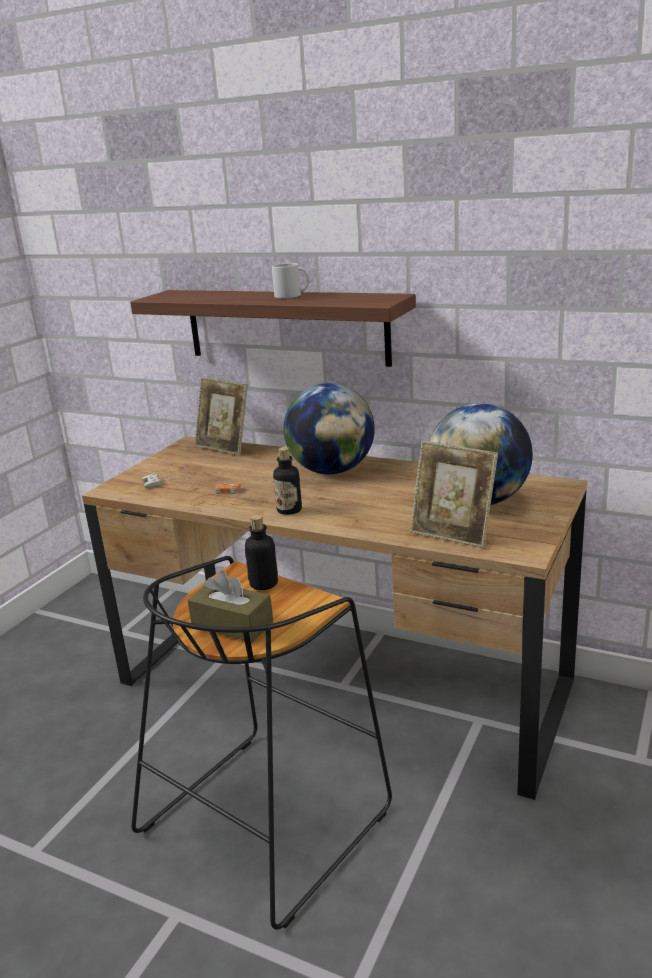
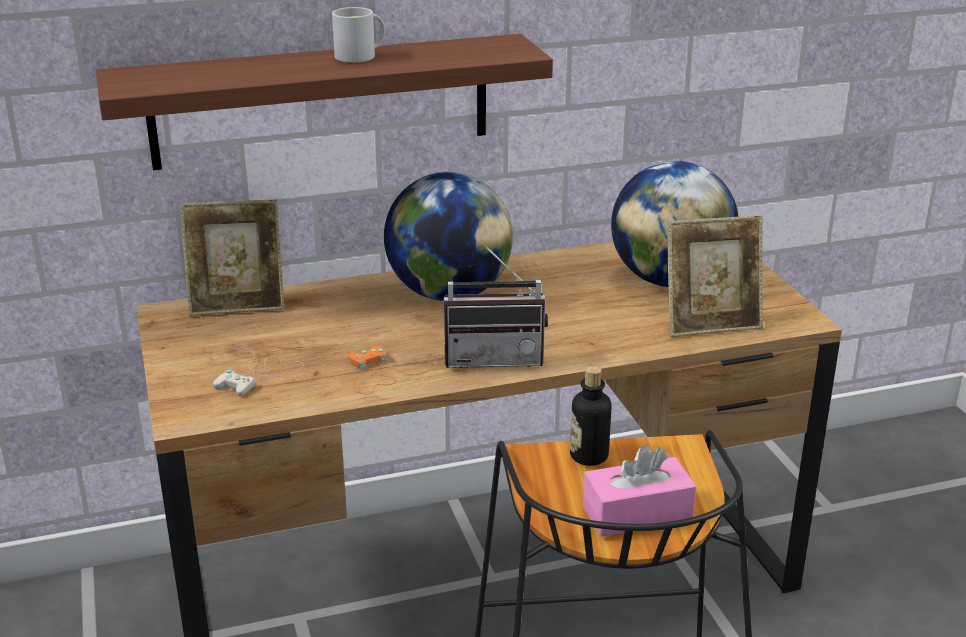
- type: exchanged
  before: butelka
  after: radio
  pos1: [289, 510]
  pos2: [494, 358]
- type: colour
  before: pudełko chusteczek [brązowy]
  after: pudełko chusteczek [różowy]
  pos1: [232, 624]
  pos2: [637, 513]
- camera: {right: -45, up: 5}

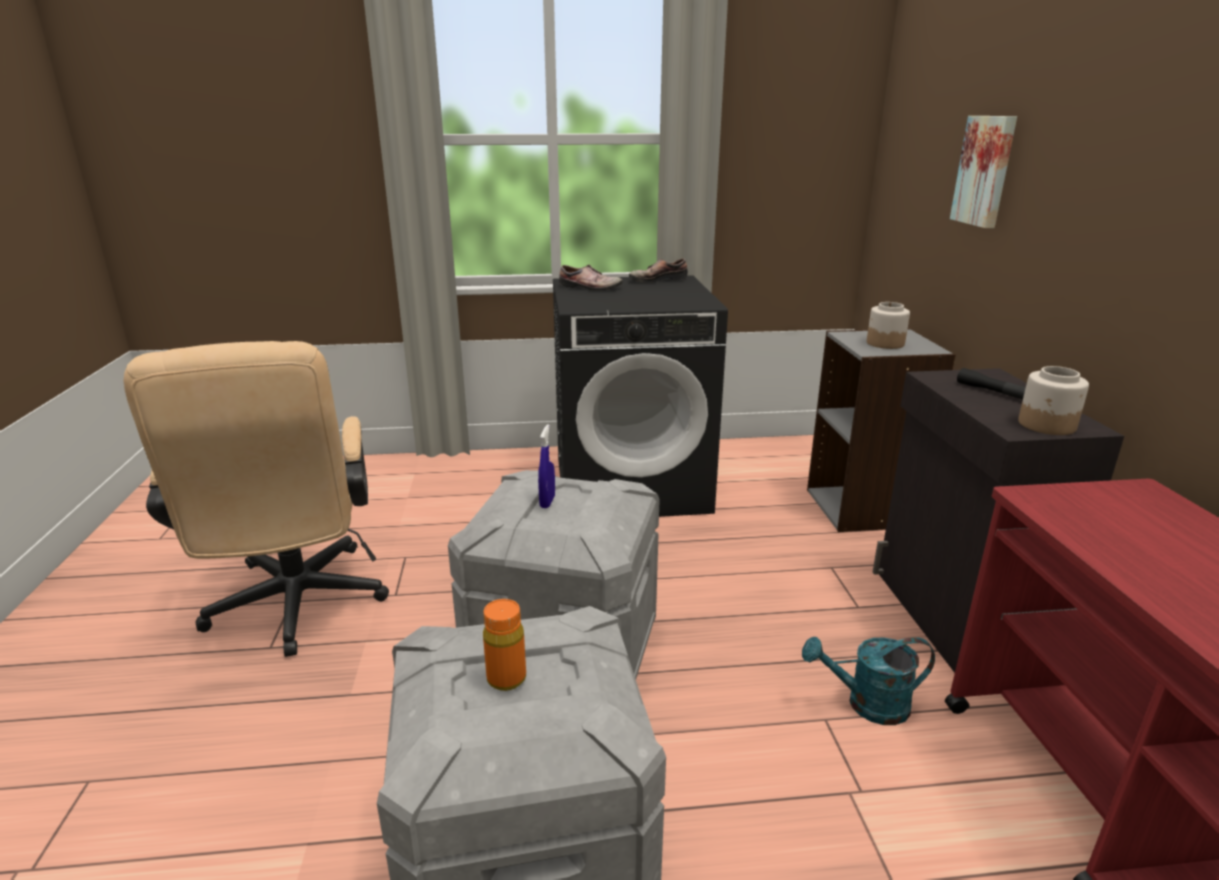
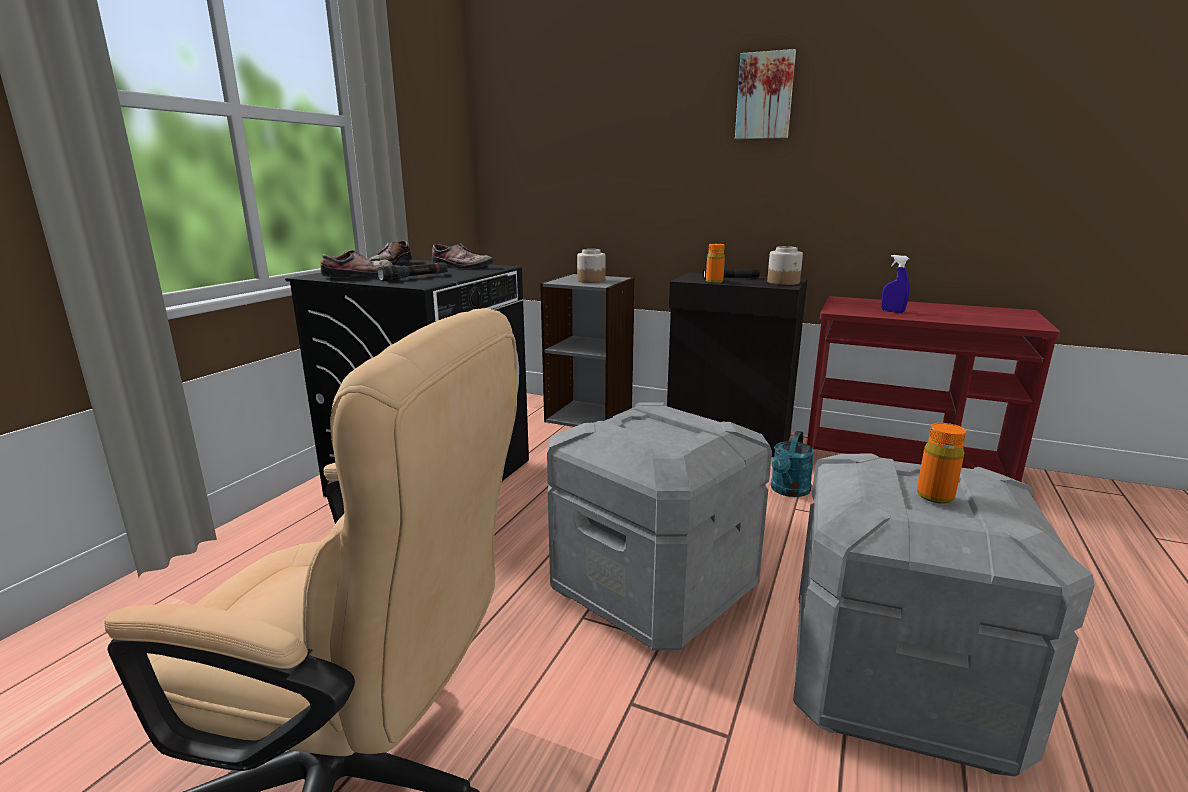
- type: relocated
  before: obraz
  pos1: [985, 171]
  pos2: [765, 96]
- type: relocated
  before: spryskiwacz [niebieski]
  pos1: [547, 502]
  pos2: [892, 311]
- type: appeared
  after: but
  pos2: [461, 267]
- type: appeared
  after: butelka [pomarańczowy]
  pos2: [714, 282]
- type: appeared
  after: latarka [czarny]
  pos2: [414, 277]
- camera: {right: -60, up: -5}

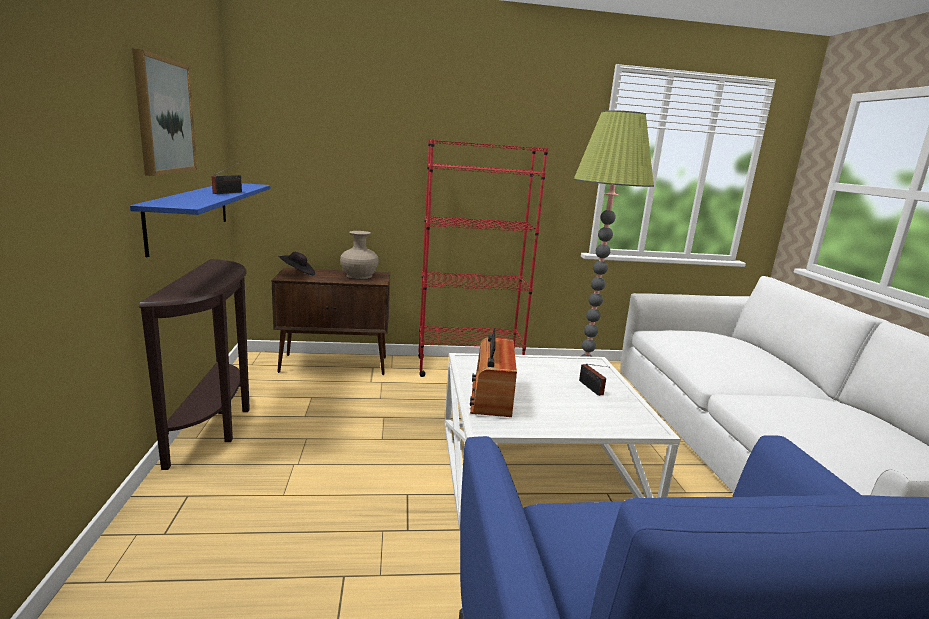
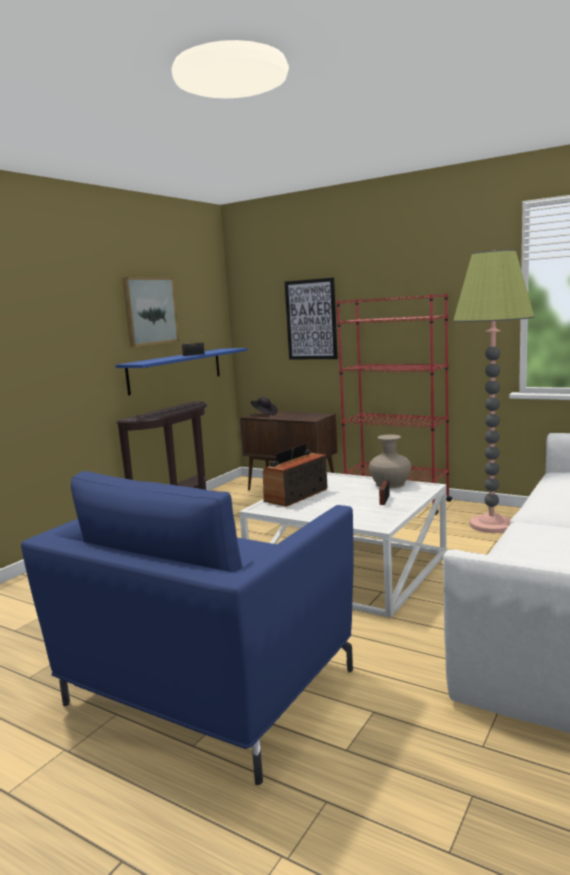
- type: relocated
  before: wazon [beżowy]
  pos1: [359, 275]
  pos2: [390, 484]
- type: appeared
  after: obraz
  pos2: [311, 319]
- camera: {right: 40, up: -5}

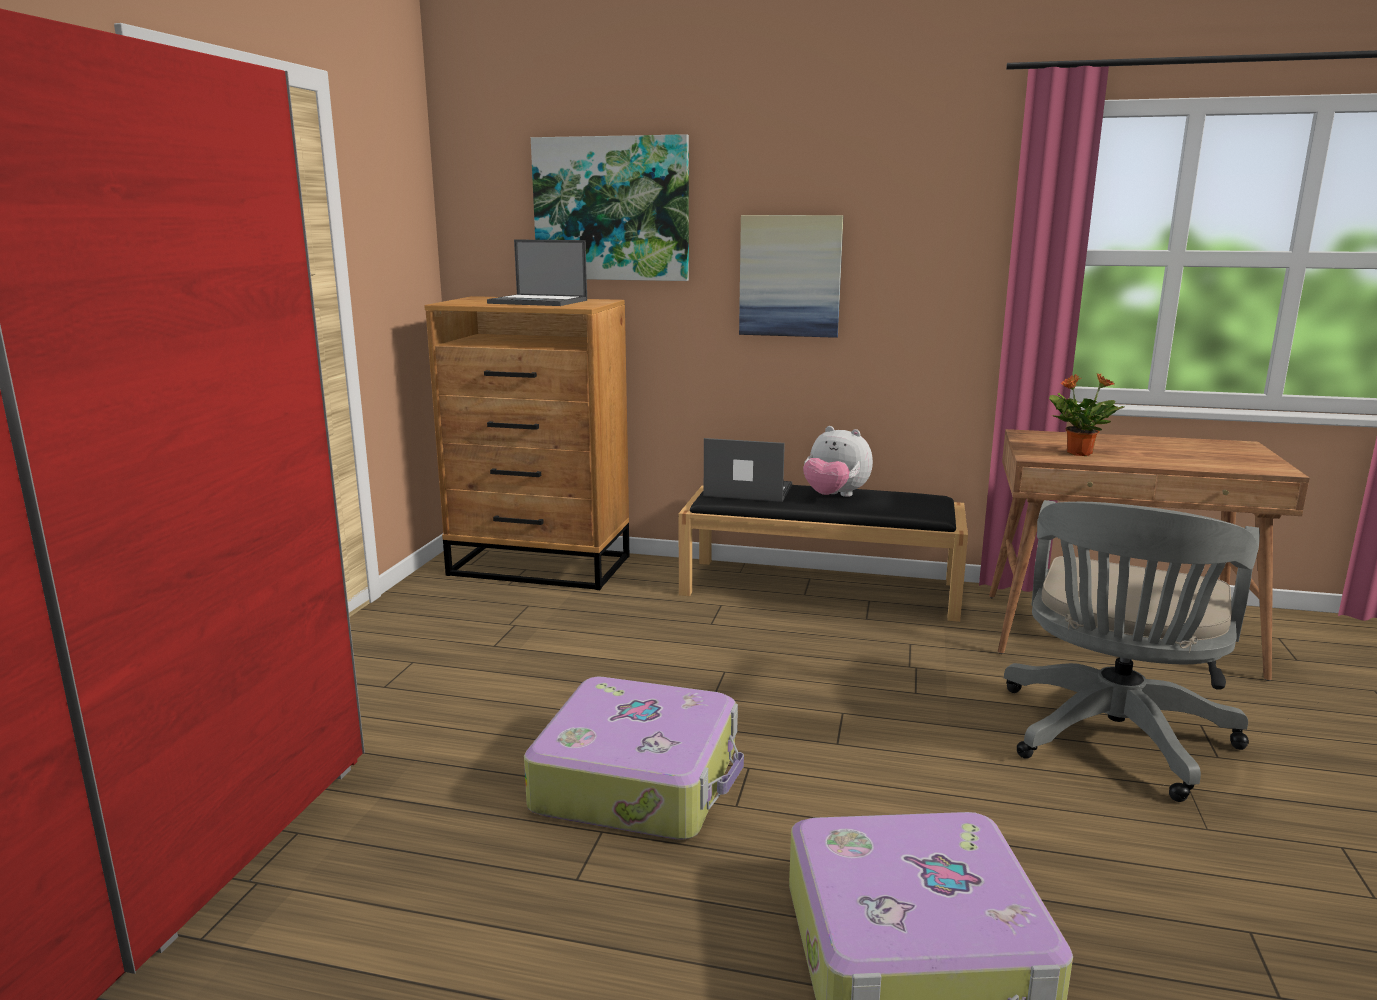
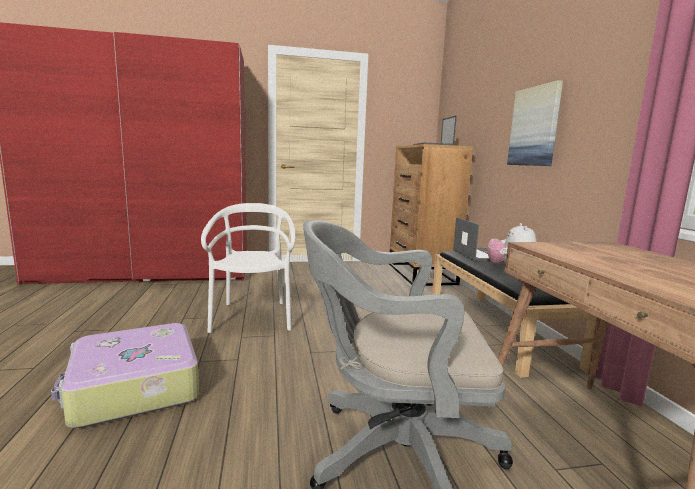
- type: missing
  before: obraz
  pos1: [611, 209]
- type: missing
  before: roślina doniczkowa
  pos1: [1078, 453]
- type: exchanged
  before: walizka
  after: krzesło [biały]
  pos1: [639, 780]
  pos2: [252, 317]
- camera: {right: 65, up: -5}

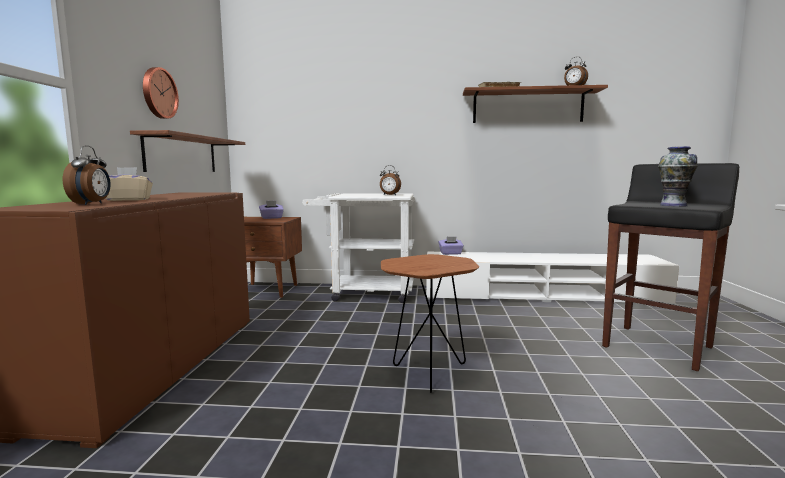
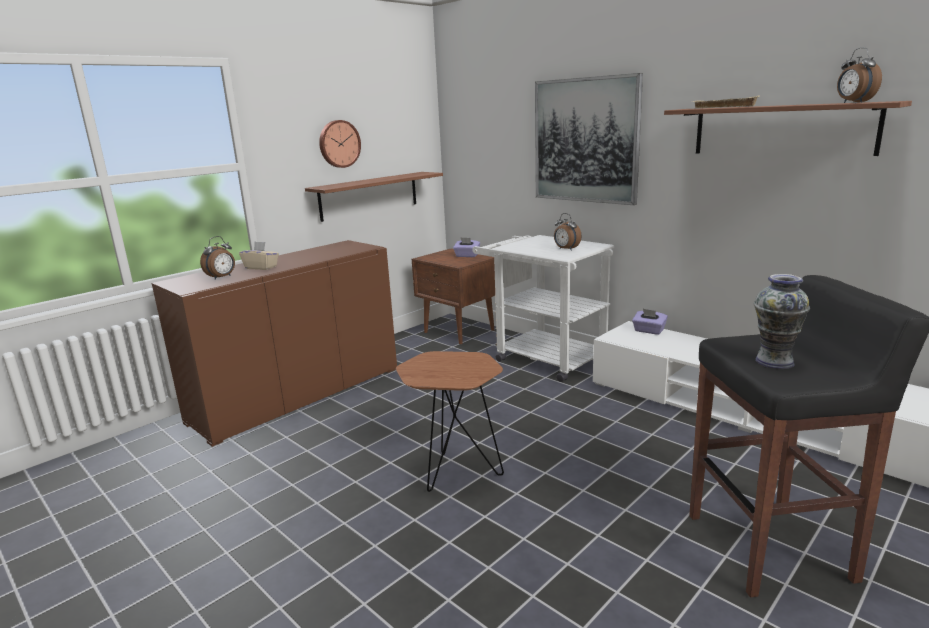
- type: appeared
  after: obraz
  pos2: [585, 140]
- camera: {right: 40, up: 10}

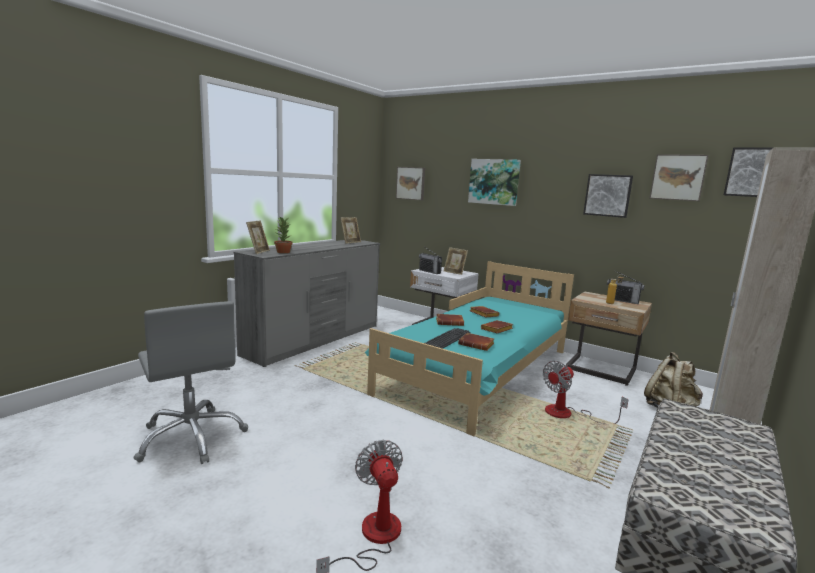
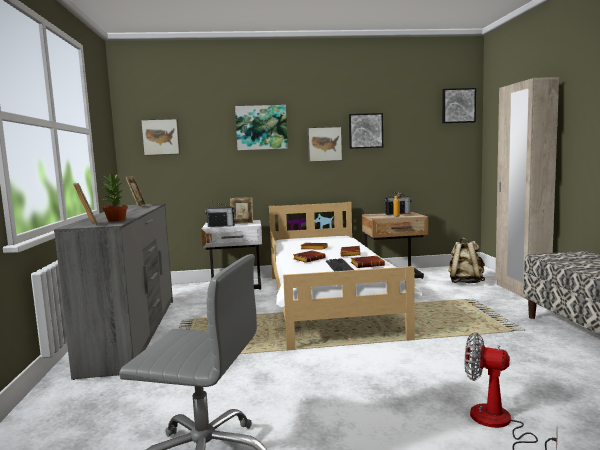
- type: relocated
  before: obraz
  pos1: [678, 177]
  pos2: [324, 144]
- type: colour
  before: łóżko [turkusowy]
  after: łóżko [biały]
  pos1: [479, 371]
  pos2: [329, 302]
- type: missing
  before: wentylator
  pos1: [568, 414]
- camera: {right: -40, up: -5}

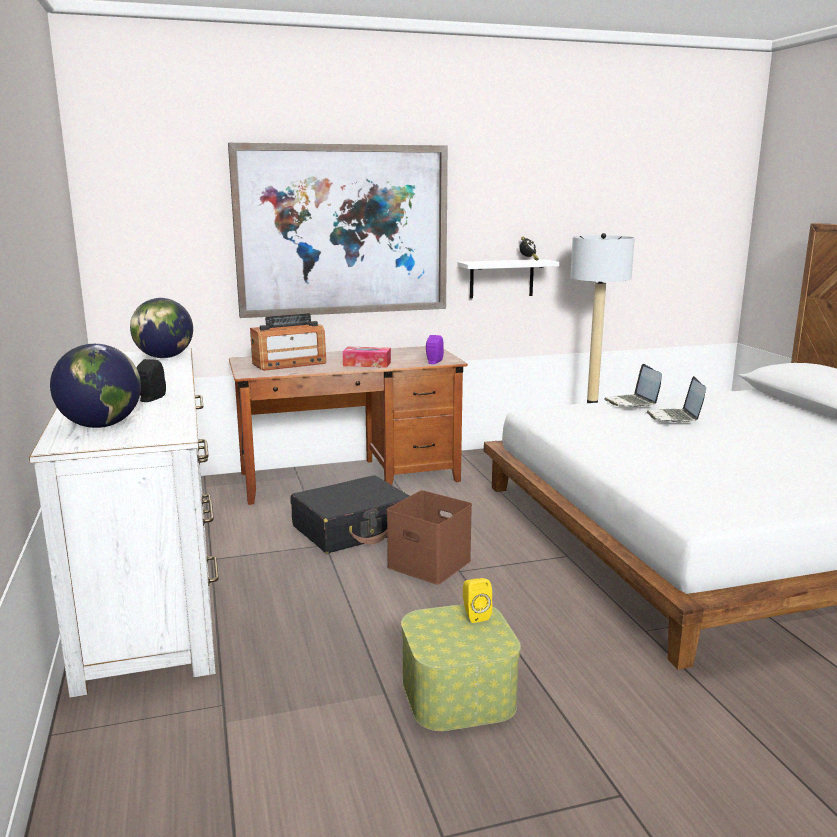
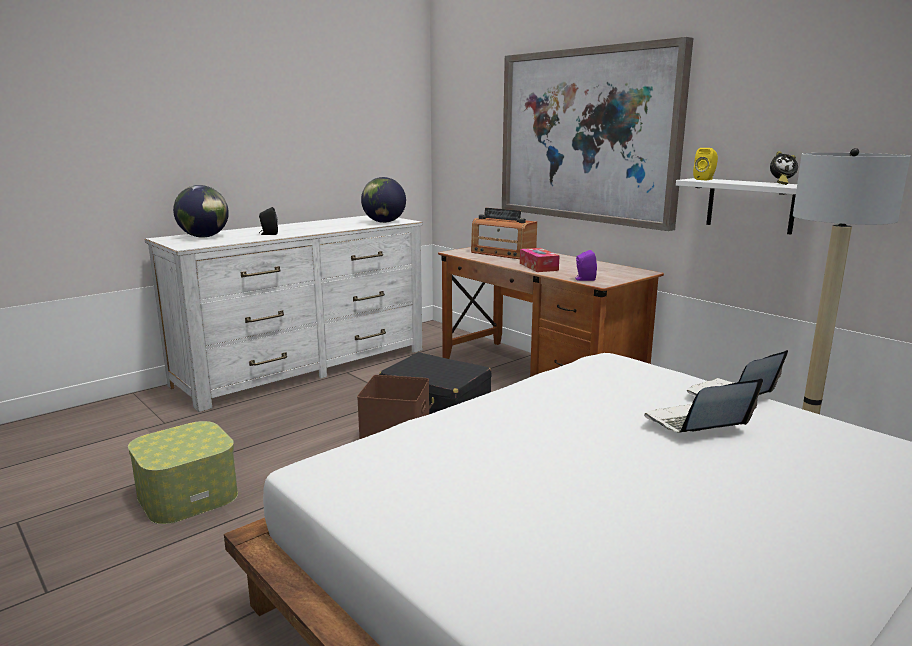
- type: relocated
  before: głośnik [żółty]
  pos1: [474, 615]
  pos2: [705, 179]
- camera: {right: 65, up: 0}

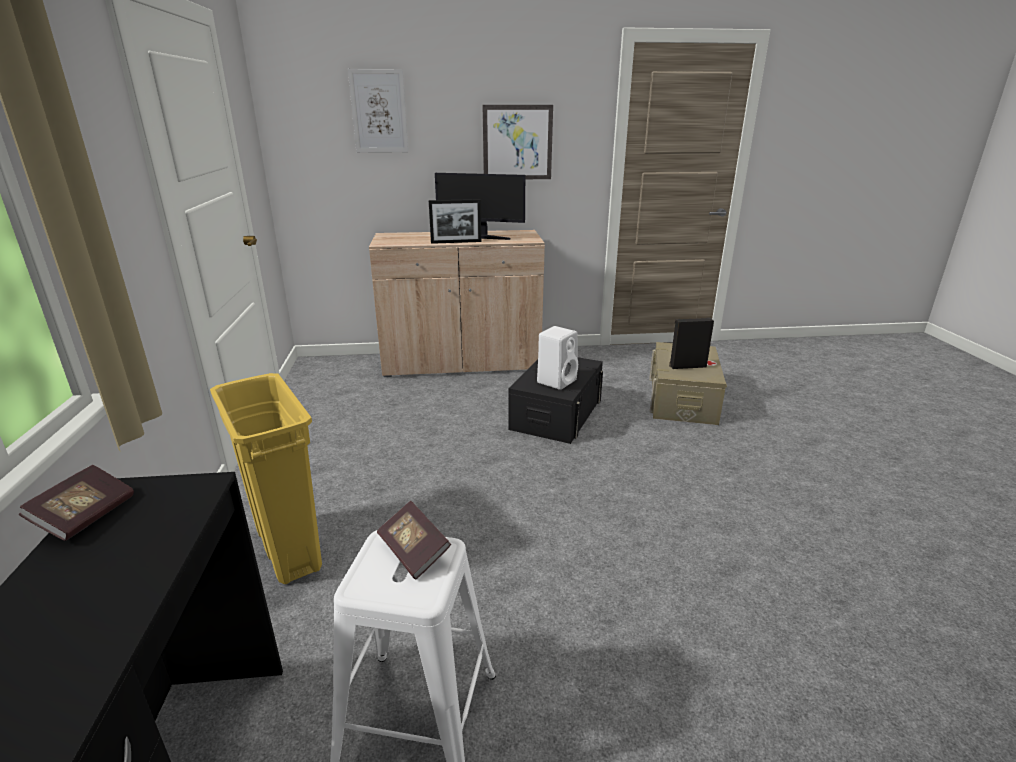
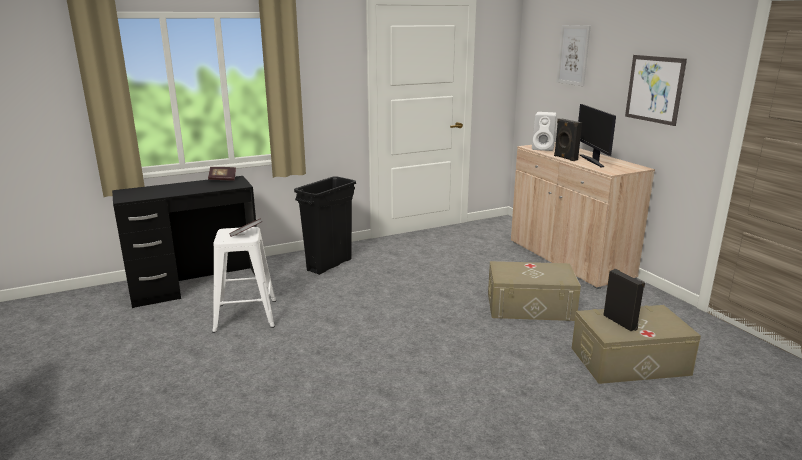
- type: exchanged
  before: ramka na zdjęcie
  after: głośnik [czarny]
  pos1: [456, 242]
  pos2: [565, 158]
- type: relocated
  before: głośnik [biały]
  pos1: [557, 381]
  pos2: [543, 148]
- type: colour
  before: pojemnik do przechowywania [czarny]
  after: pojemnik do przechowywania [beżowy]
  pos1: [556, 414]
  pos2: [530, 306]
- type: colour
  before: kosz na śmieci [żółty]
  after: kosz na śmieci [czarny]
  pos1: [288, 549]
  pos2: [329, 265]
- camera: {right: 70, up: -5}

